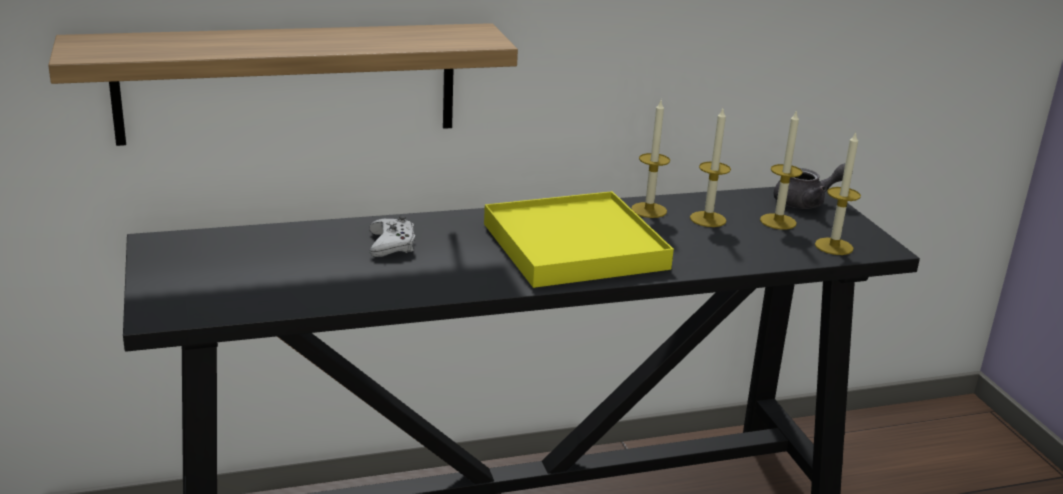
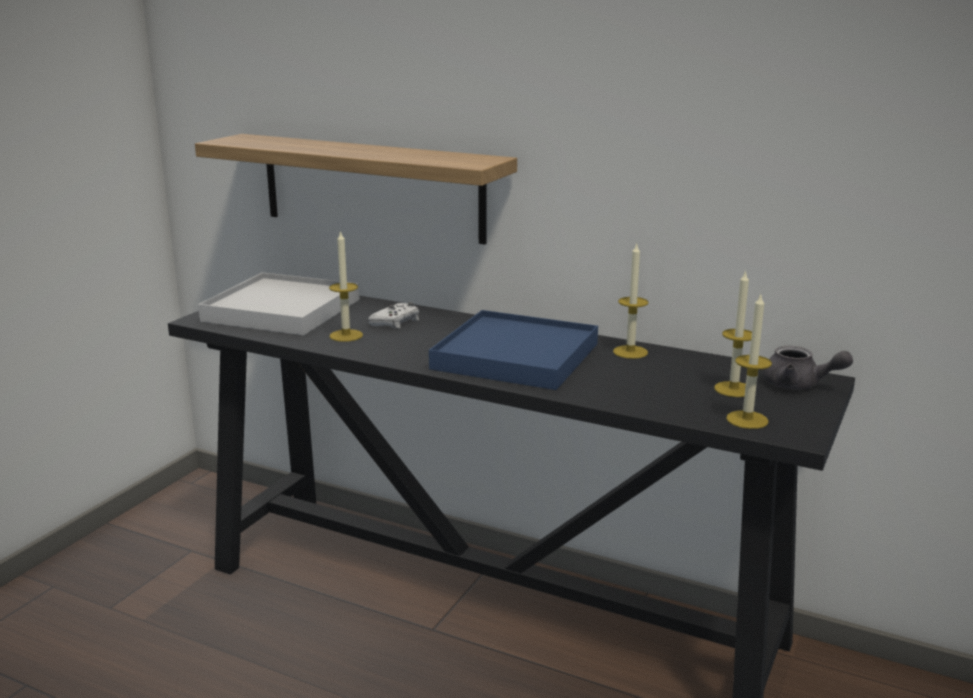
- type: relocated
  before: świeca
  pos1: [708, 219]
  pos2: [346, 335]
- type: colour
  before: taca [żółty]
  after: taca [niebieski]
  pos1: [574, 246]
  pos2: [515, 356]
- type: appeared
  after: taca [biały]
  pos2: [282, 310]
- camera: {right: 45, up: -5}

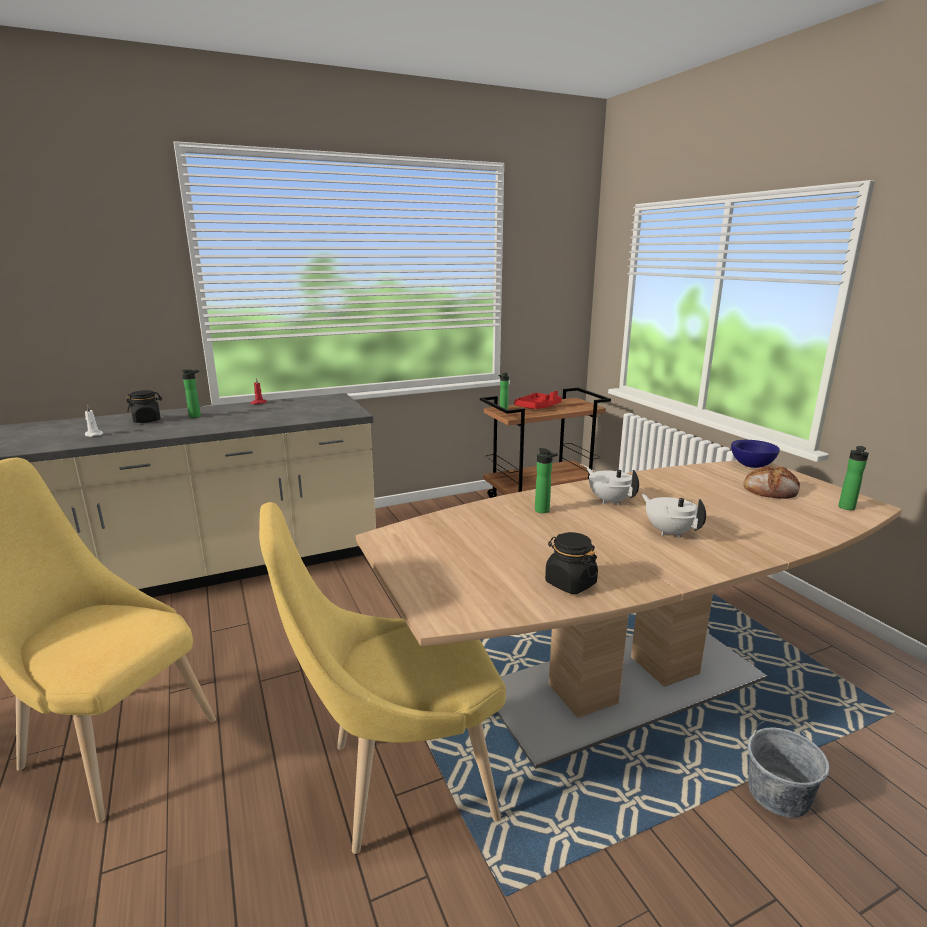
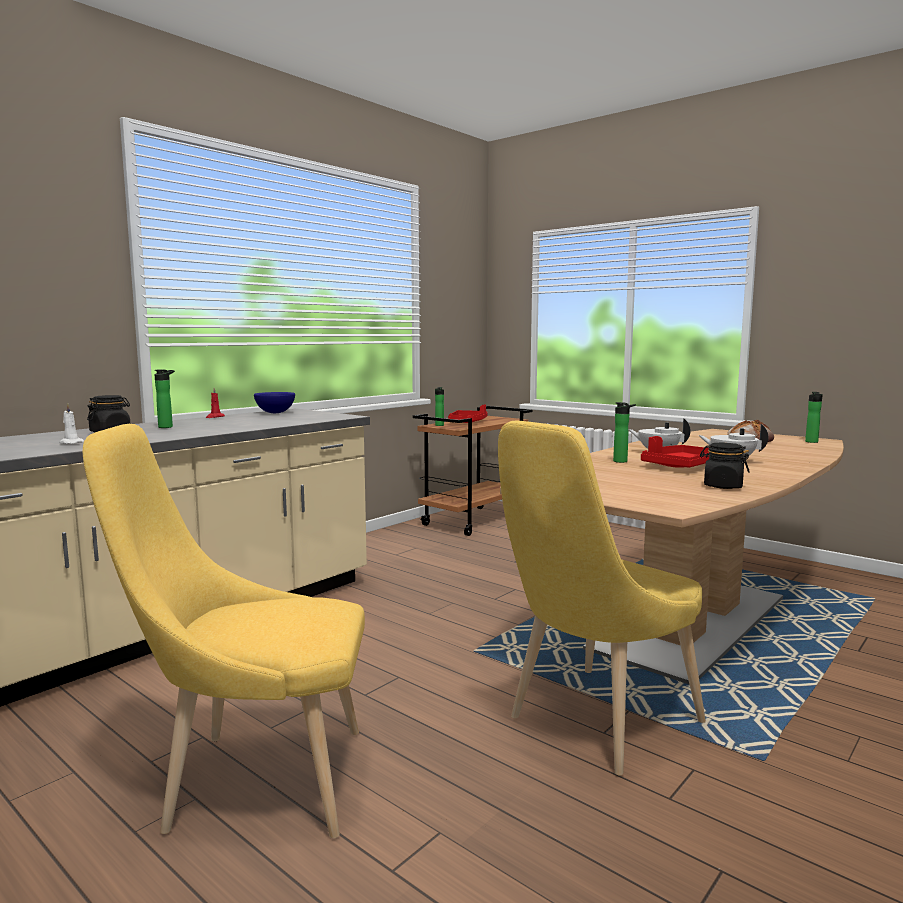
- type: relocated
  before: miska [niebieski]
  pos1: [751, 466]
  pos2: [274, 413]
- type: missing
  before: wiadro [szary]
  pos1: [779, 794]
- type: appeared
  after: taca [czerwony]
  pos2: [680, 466]
- camera: {right: -25, up: -10}

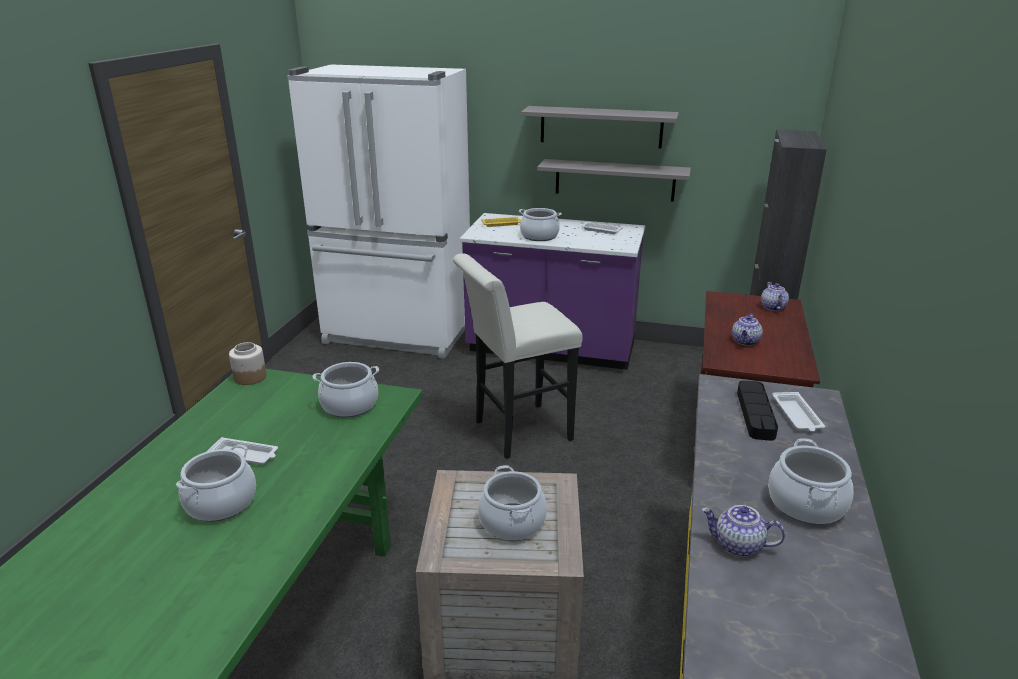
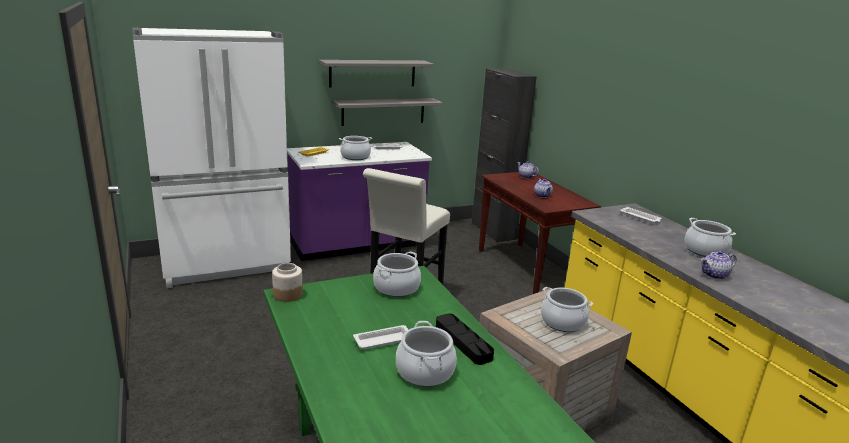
- type: relocated
  before: taca [czarny]
  pos1: [755, 414]
  pos2: [463, 342]
- camera: {right: -40, up: -5}

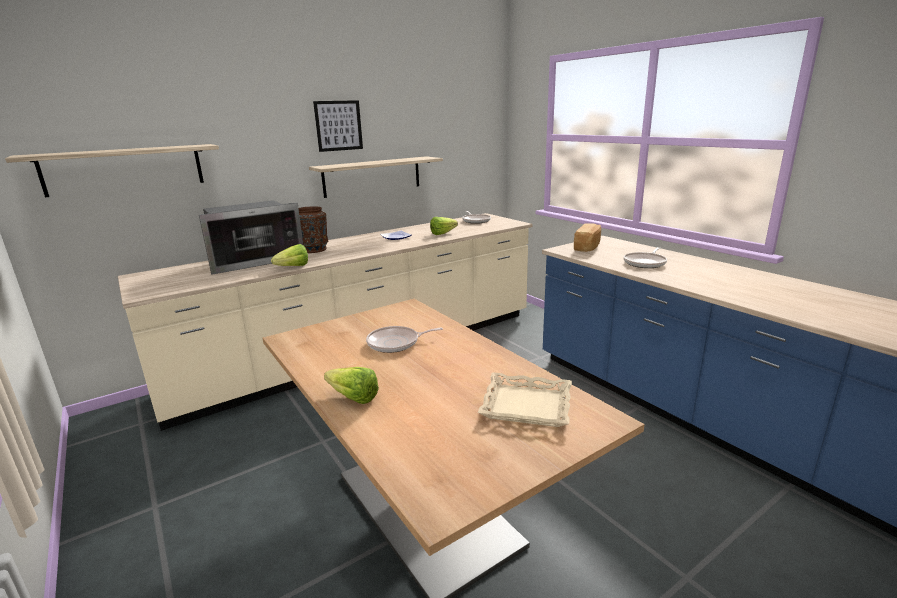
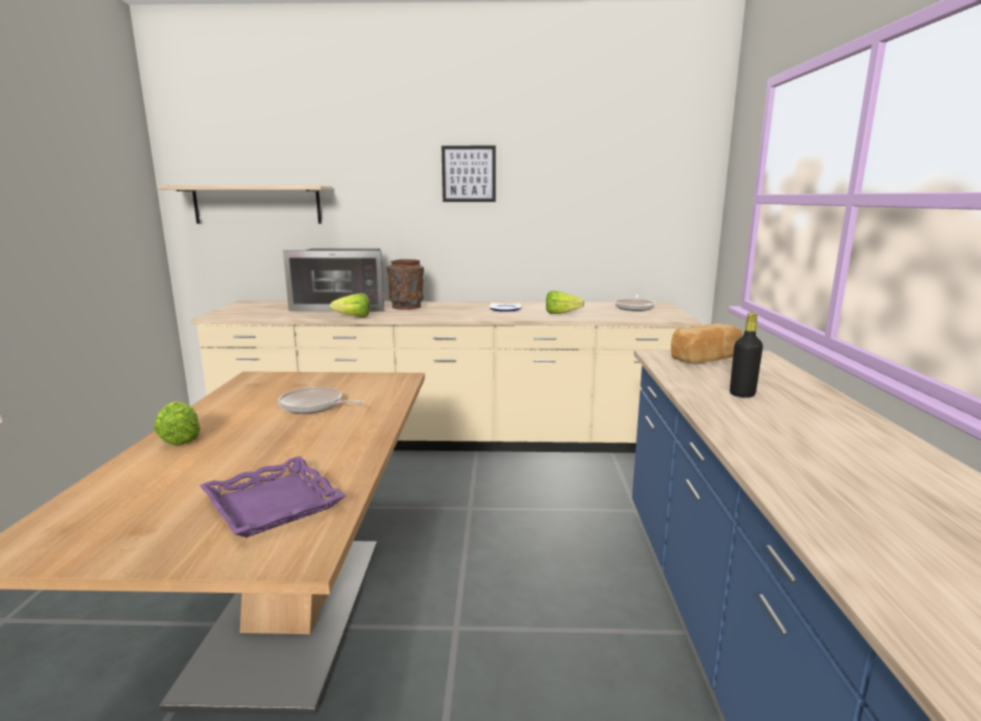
- type: missing
  before: półka
  pos1: [372, 176]
- type: exchanged
  before: patelnia
  after: butelka [czarny]
  pos1: [645, 263]
  pos2: [742, 394]
- type: colour
  before: taca [beżowy]
  after: taca [fioletowy]
  pos1: [526, 406]
  pos2: [272, 504]
- camera: {right: 35, up: -5}

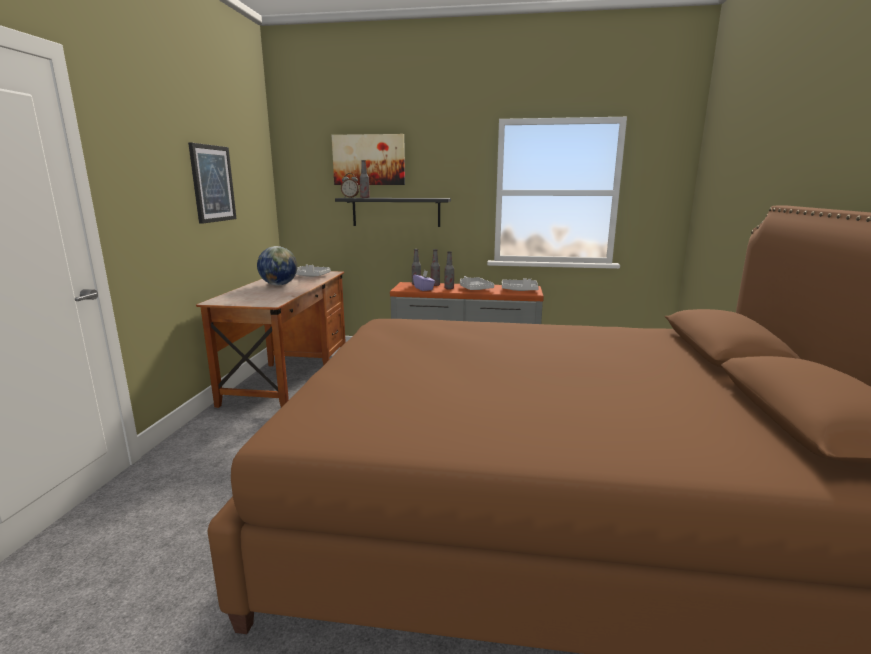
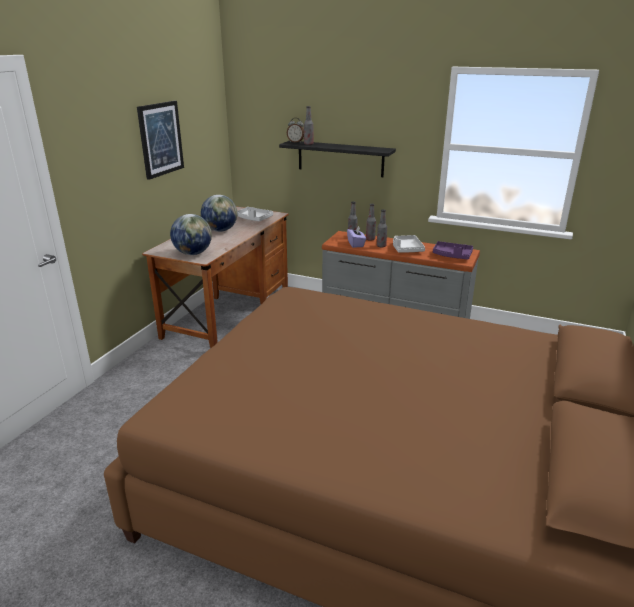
- type: missing
  before: obraz
  pos1: [369, 160]
- type: colour
  before: taca [szary]
  after: taca [fioletowy]
  pos1: [519, 290]
  pos2: [452, 256]
- type: appeared
  after: globus
  pos2: [193, 253]
- camera: {right: 15, up: 10}

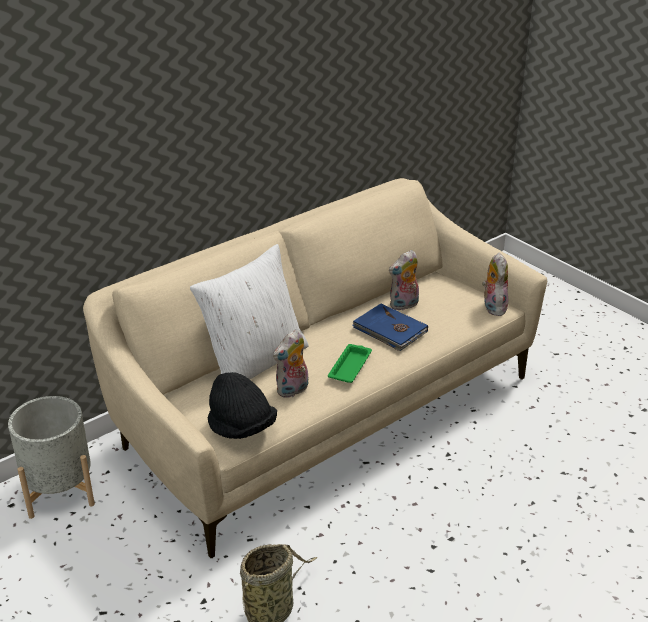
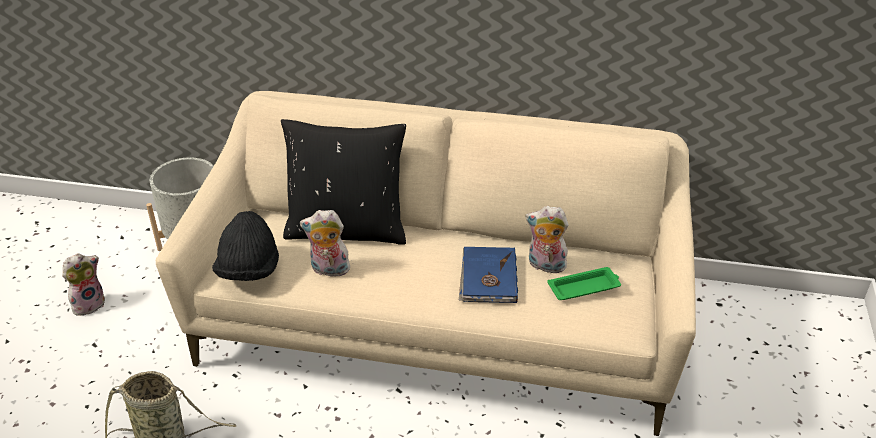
- type: colour
  before: poduszka [biały]
  after: poduszka [czarny]
  pos1: [254, 362]
  pos2: [347, 229]
- type: relocated
  before: pluszak
  pos1: [492, 307]
  pos2: [89, 304]
- type: relocated
  before: taca [zielony]
  pos1: [350, 366]
  pos2: [585, 287]
- camera: {right: 50, up: 5}

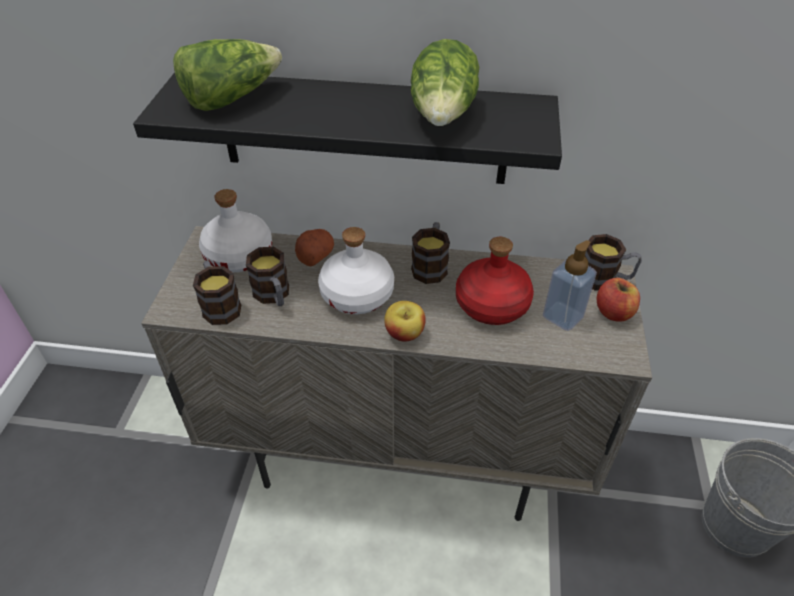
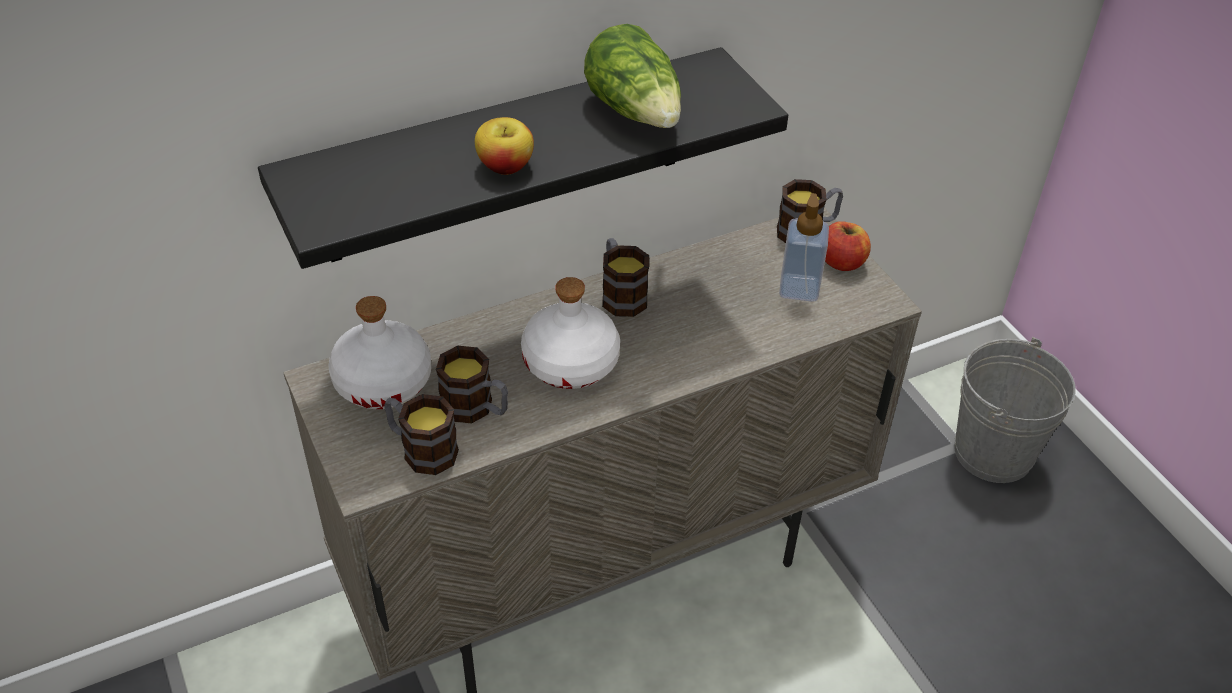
- type: missing
  before: sałata
  pos1: [231, 98]
- type: missing
  before: ziemniak
  pos1: [315, 255]
- type: missing
  before: butelka [czerwony]
  pos1: [493, 304]
- type: relocated
  before: jabłko
  pos1: [404, 333]
  pos2: [505, 166]
- camera: {right: -35, up: 0}

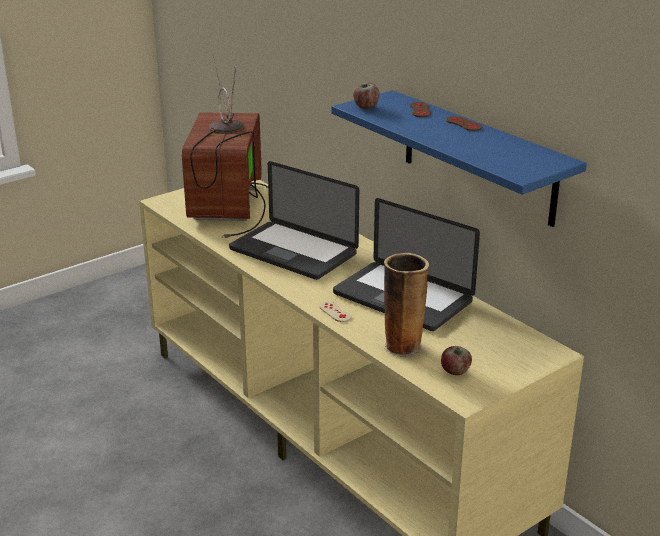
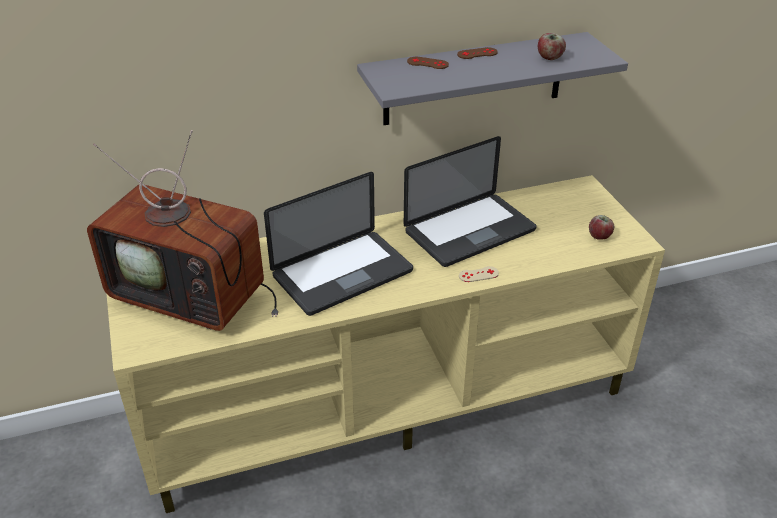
- type: relocated
  before: jabłko
  pos1: [365, 107]
  pos2: [549, 58]
- type: colour
  before: półka [niebieski]
  after: półka [szary]
  pos1: [478, 157]
  pos2: [474, 79]
- type: missing
  before: wazon
  pos1: [403, 345]
- camera: {right: -70, up: 10}

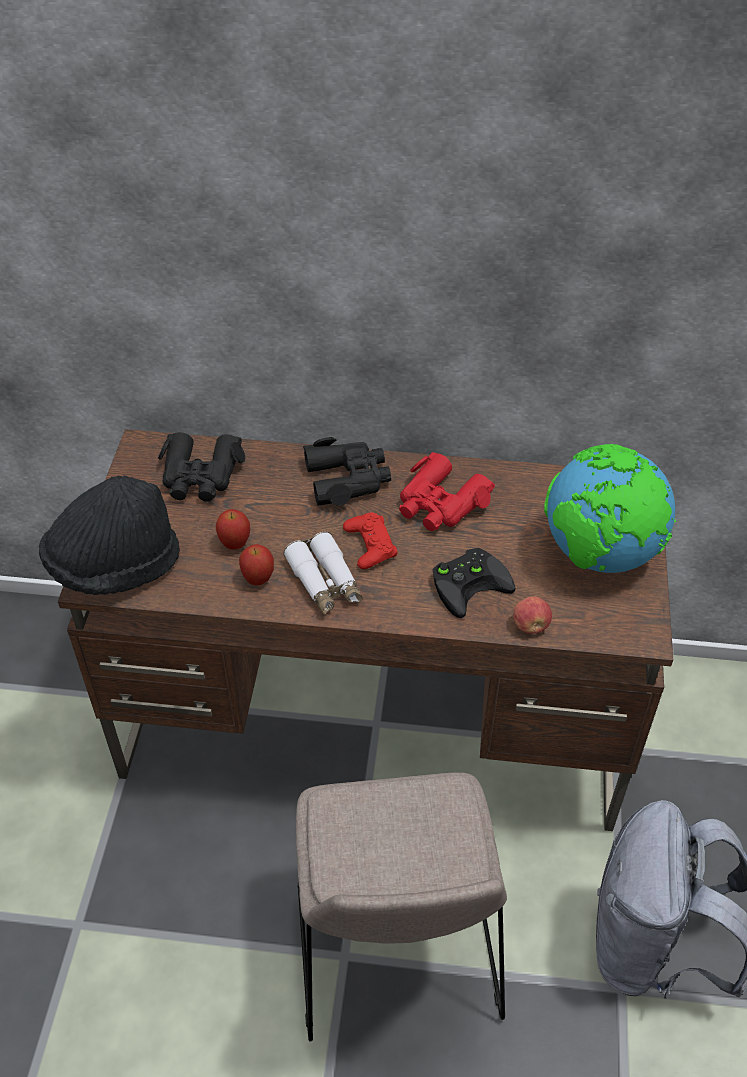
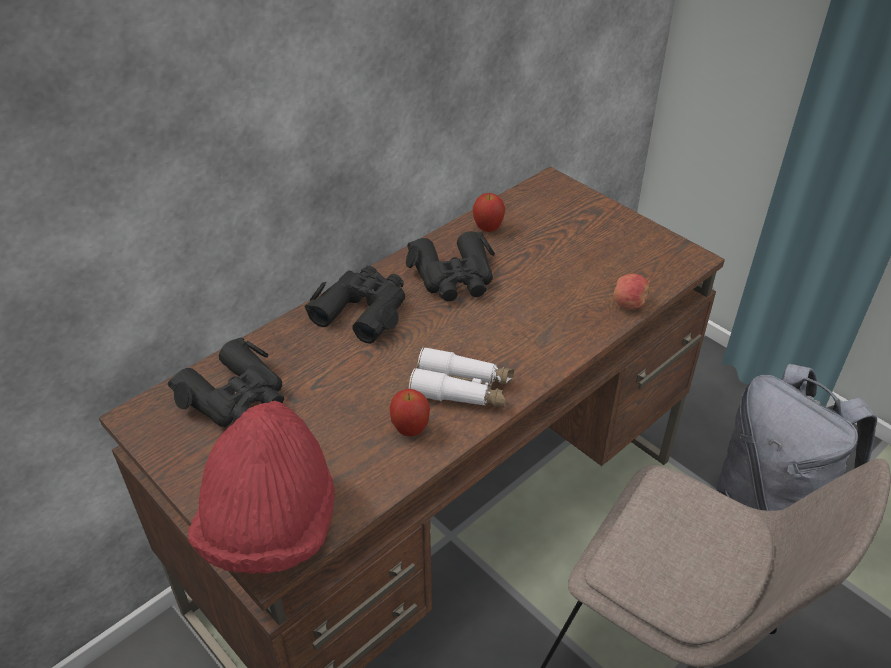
- type: missing
  before: globus
  pos1: [600, 555]
- type: colour
  before: lornetka [czerwony]
  after: lornetka [czarny]
  pos1: [440, 503]
  pos2: [454, 277]
- type: colour
  before: kapelusz [czarny]
  after: kapelusz [czerwony]
  pos1: [115, 566]
  pos2: [271, 526]
- type: relocated
  before: jabłko
  pos1: [235, 544]
  pos2: [488, 229]
- type: missing
  before: pad do gier [czerwony]
  pos1: [370, 545]
- type: missing
  before: pad do gier [czarny]
  pos1: [470, 582]
- camera: {right: -50, up: -5}

